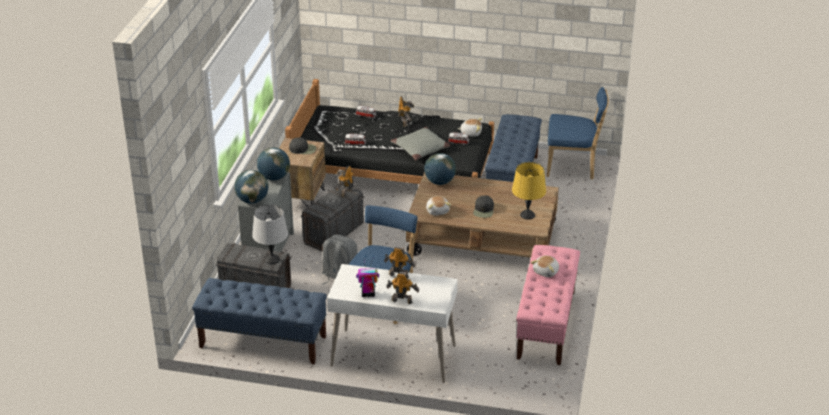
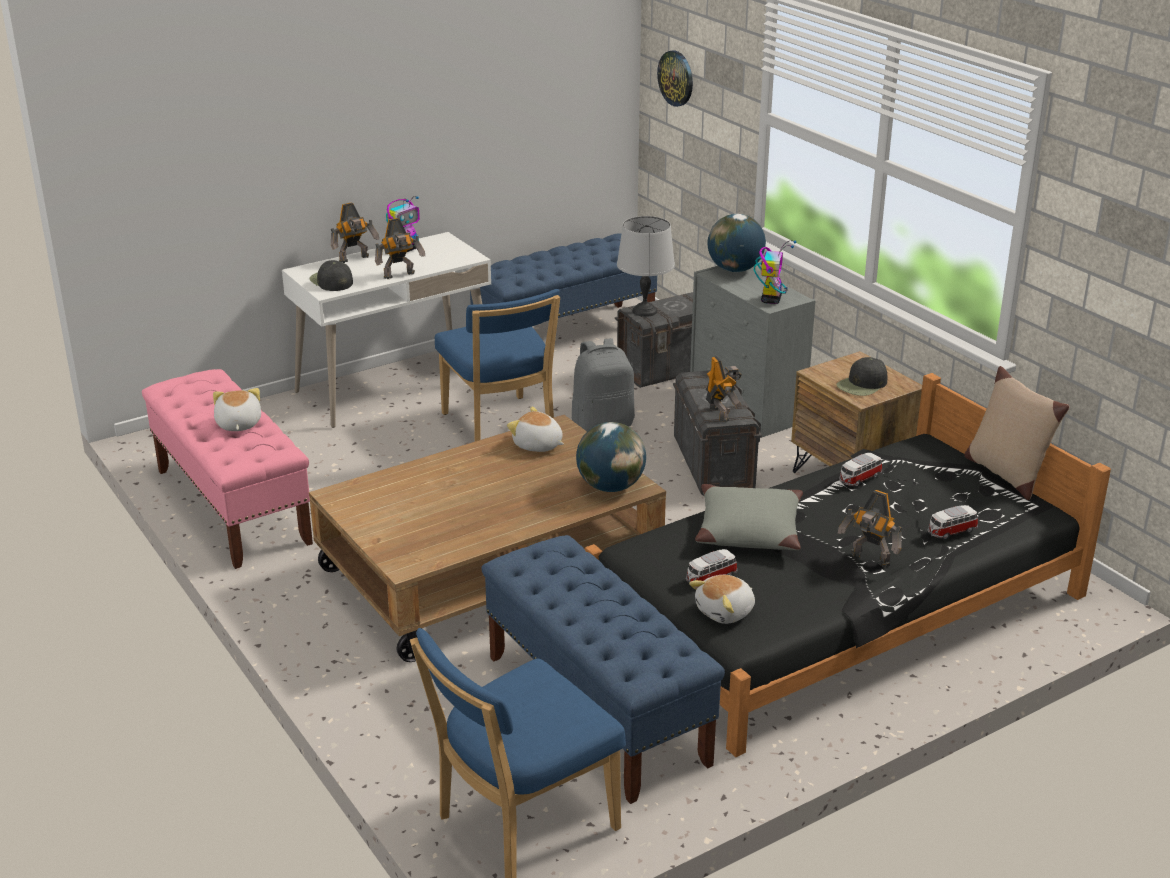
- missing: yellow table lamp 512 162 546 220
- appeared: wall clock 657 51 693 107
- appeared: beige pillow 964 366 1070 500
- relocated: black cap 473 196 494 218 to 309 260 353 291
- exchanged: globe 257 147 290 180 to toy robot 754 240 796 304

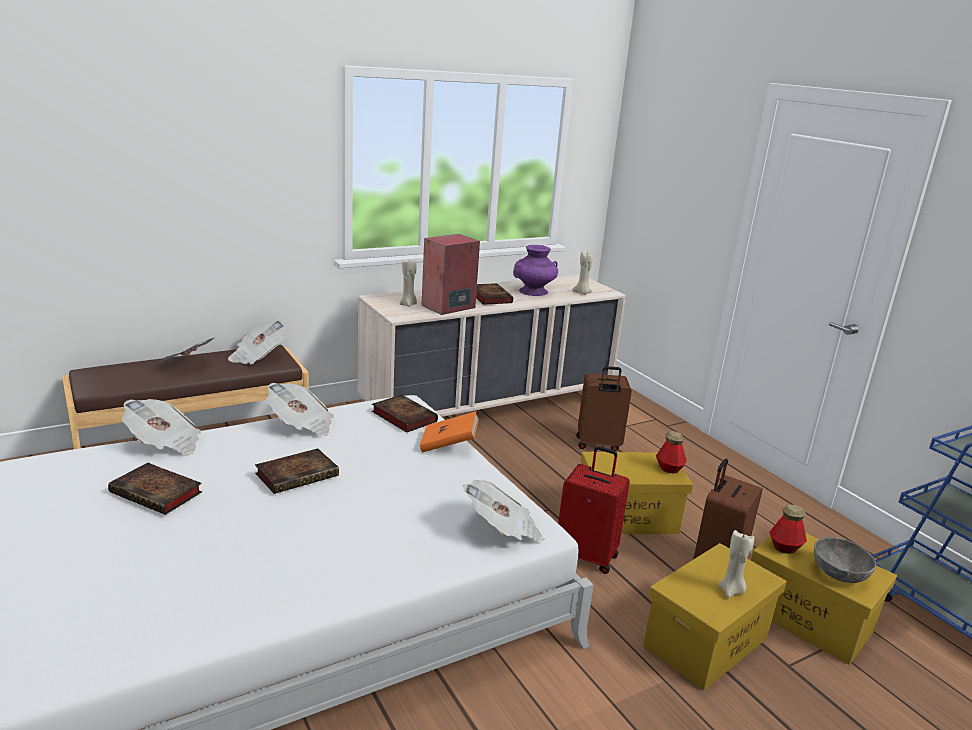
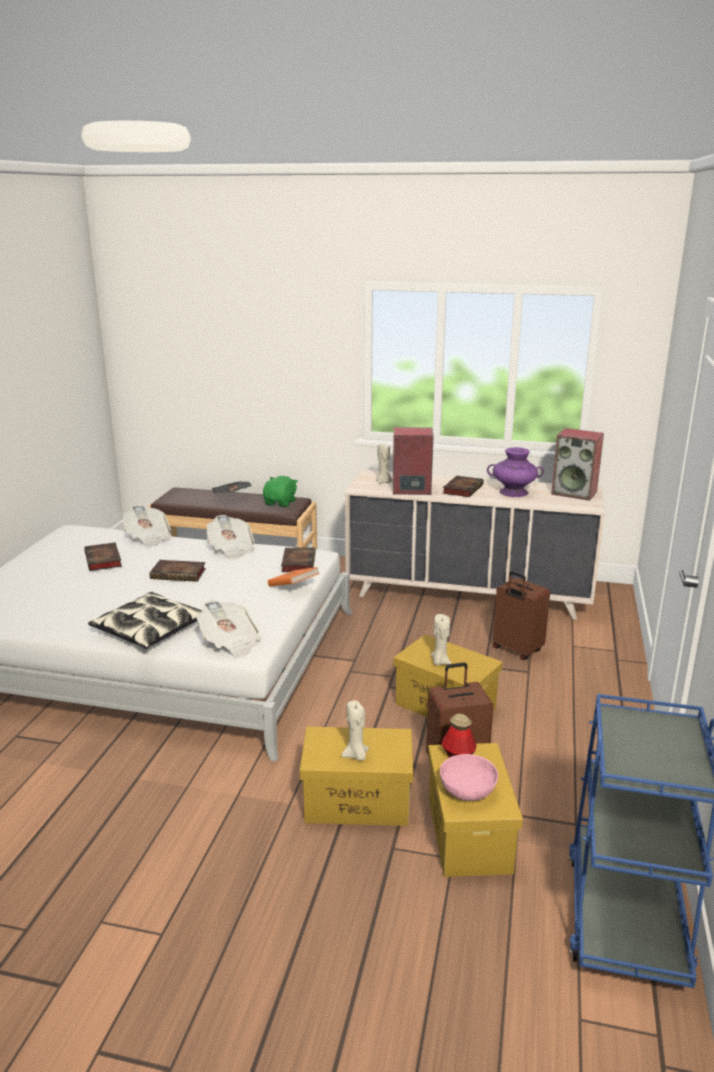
- missing: red suitcase 558 446 630 574
- missing: bottle 656 431 687 474
- appeared: pillow 88 592 202 649
- appeared: speaker 551 428 604 501
- relocated: beige candle 572 251 593 294 to 431 614 451 666
- exchanged: newspaper 228 320 287 365 to green plush toy 263 476 298 507
- colour: grey bowl 814 537 876 583 to pink bowl 440 754 499 801

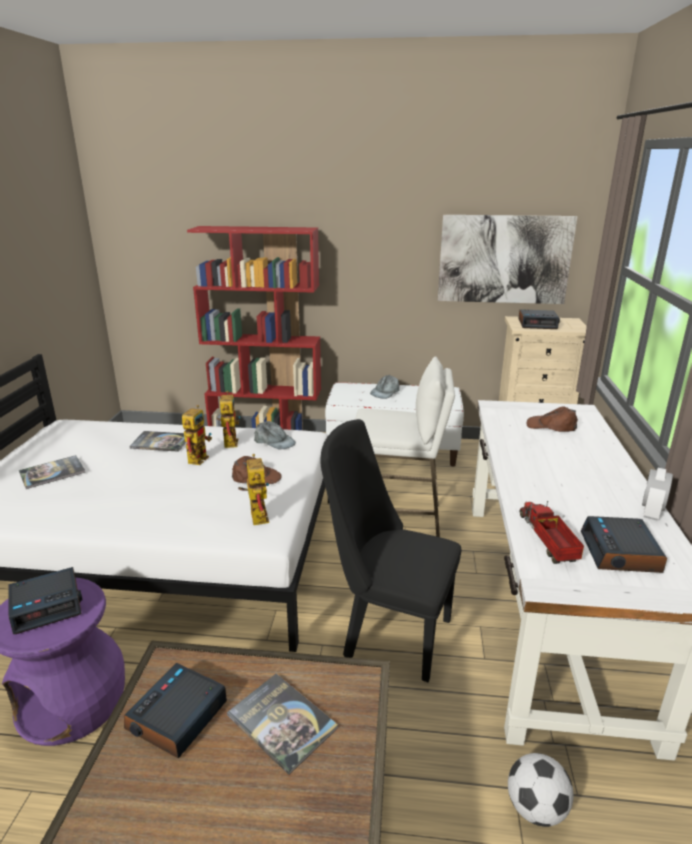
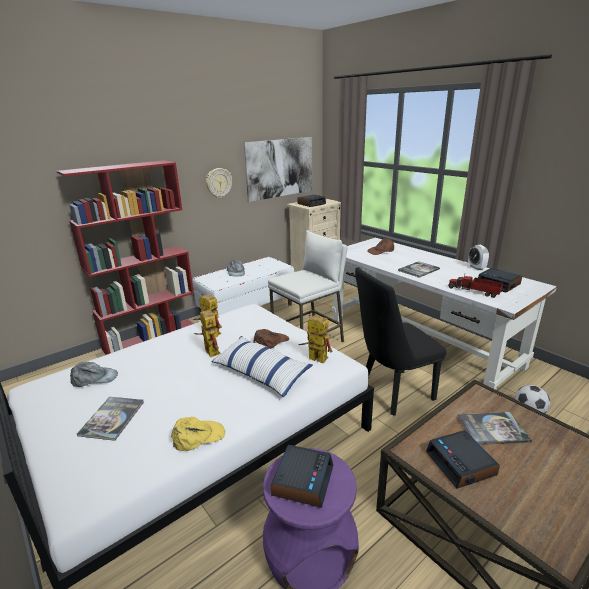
- appeared: yellow cap 171 417 225 451
- appeared: wall clock 206 168 232 198
- appeared: pillow 211 336 313 397
- relocated: book 129 431 186 452 to 398 261 440 278
- relocated: grey cap 254 421 296 450 to 70 362 118 387

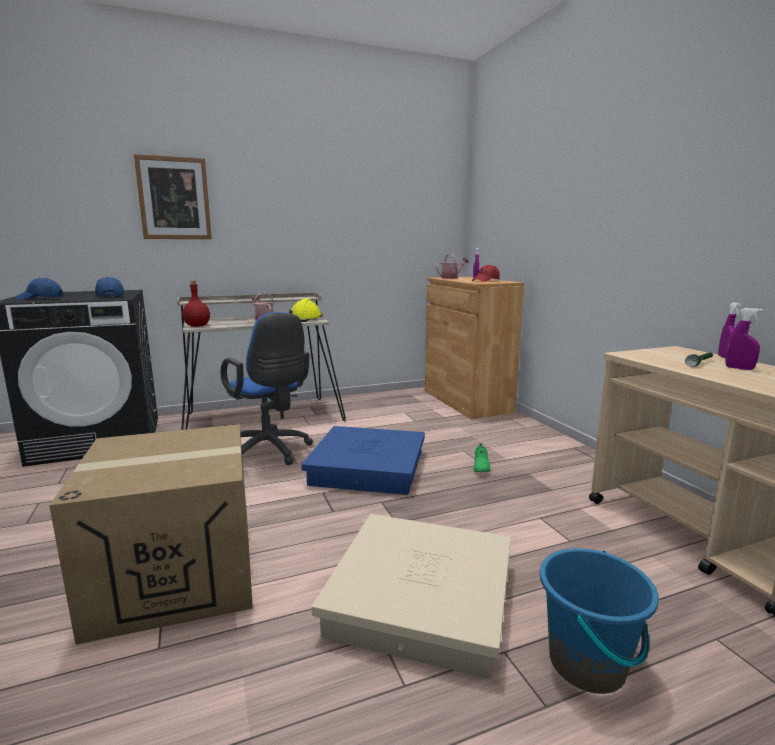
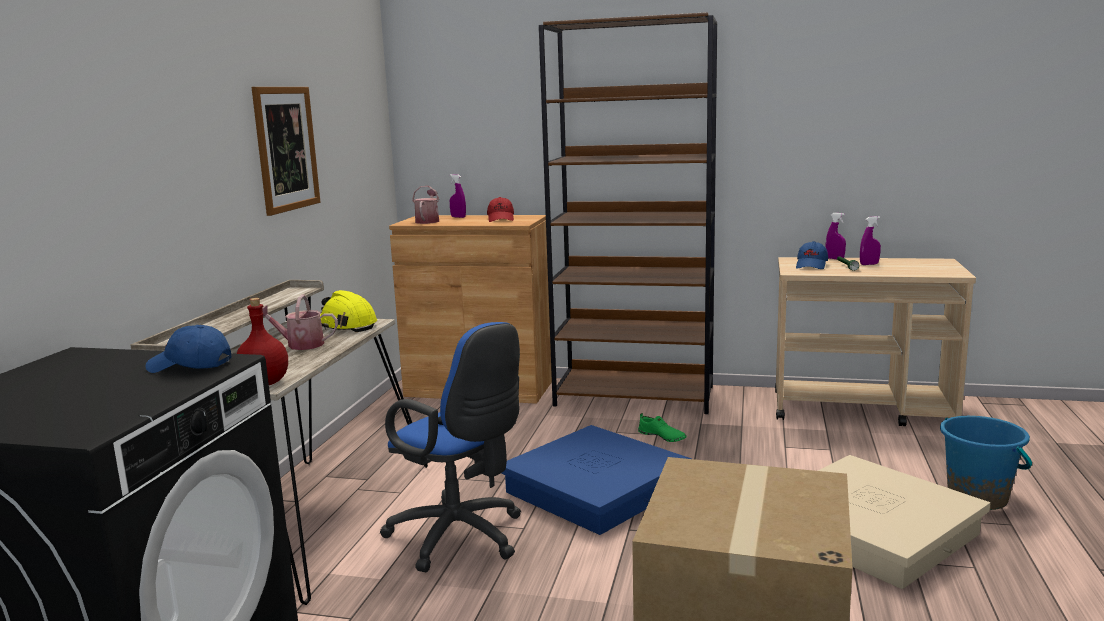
- appeared: brown bookcase 539 12 717 414
- relocated: blue cap 15 278 63 300 to 796 241 828 269
- relocated: picture 134 154 212 239 to 252 87 320 216
- spun: blue office chair 220 312 313 465 = 380 322 521 572 45 degrees clockwise

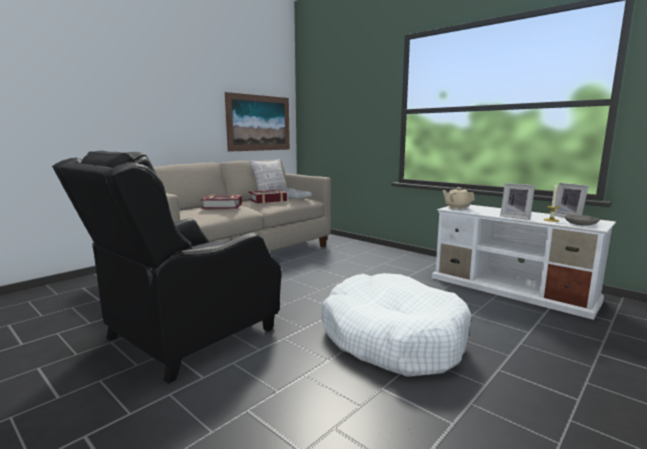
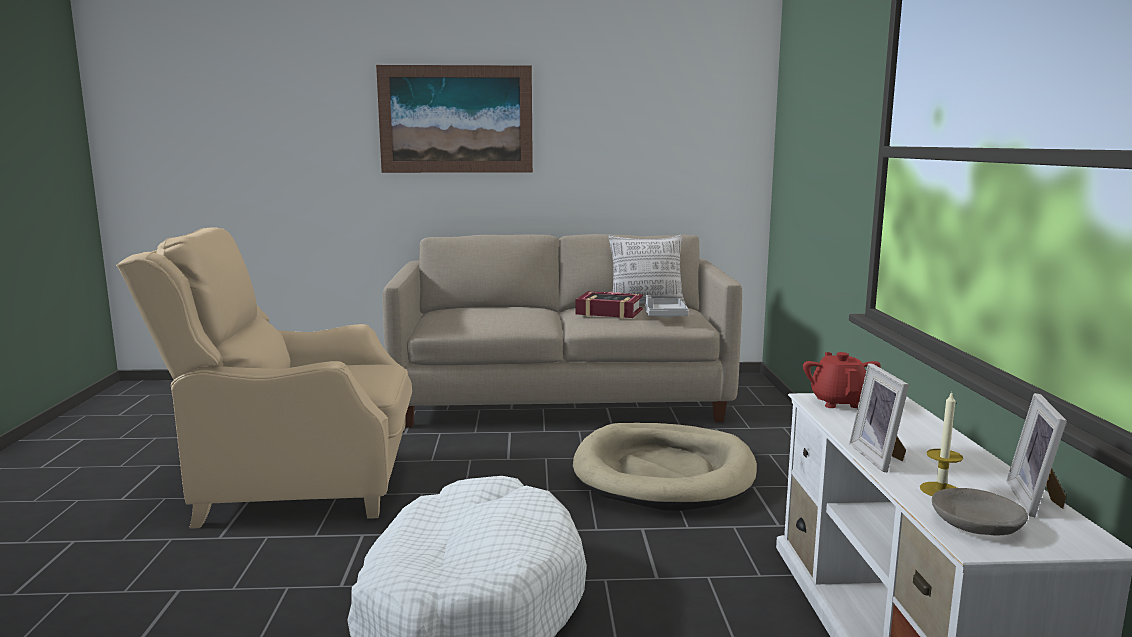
- missing: book 200 195 242 209
- appeared: beige dog bed 573 423 757 511
- relocated: picture 225 92 290 152 to 376 65 533 173
- colour: black armchair 52 151 281 384 to beige armchair 116 227 412 529
- colour: beige teapot 442 187 475 210 to red teapot 803 352 881 408

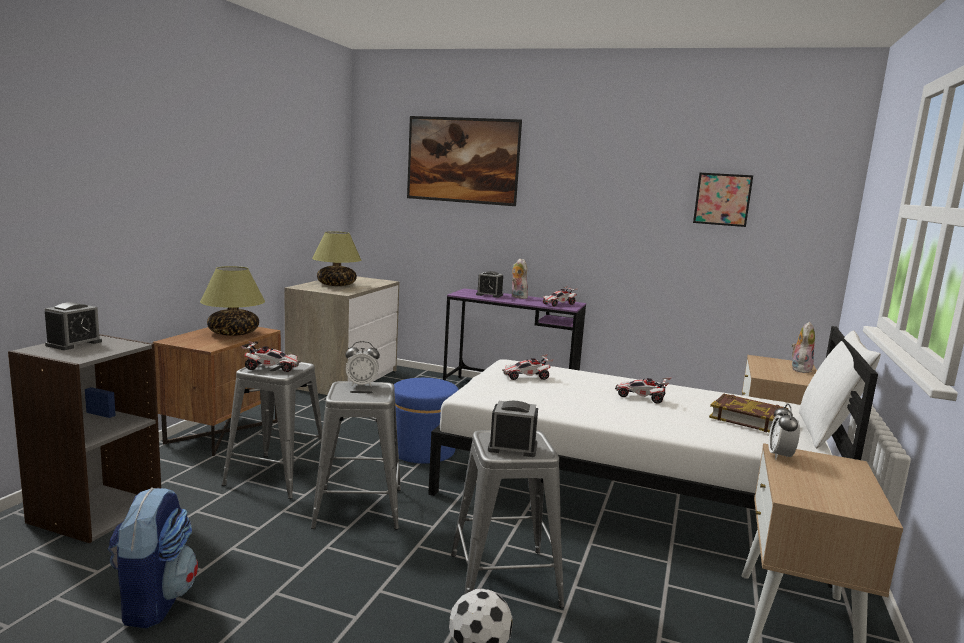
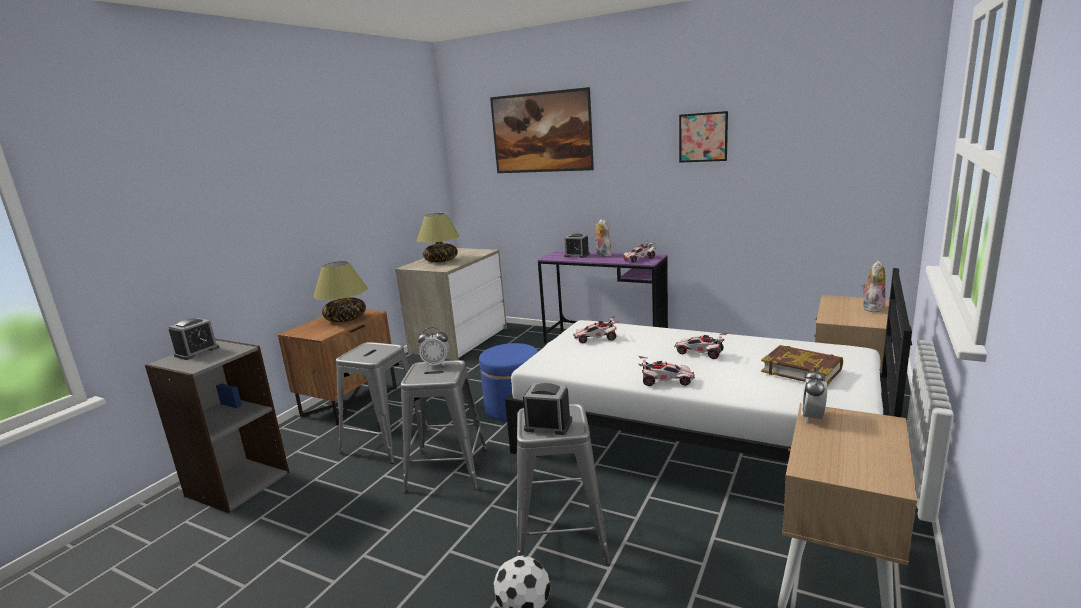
- missing: backpack 107 487 198 628
- missing: white pillow 799 330 881 448
- relocated: toy car 241 341 301 372 to 639 356 695 386
- relocated: picture 693 173 753 227 to 679 111 728 163

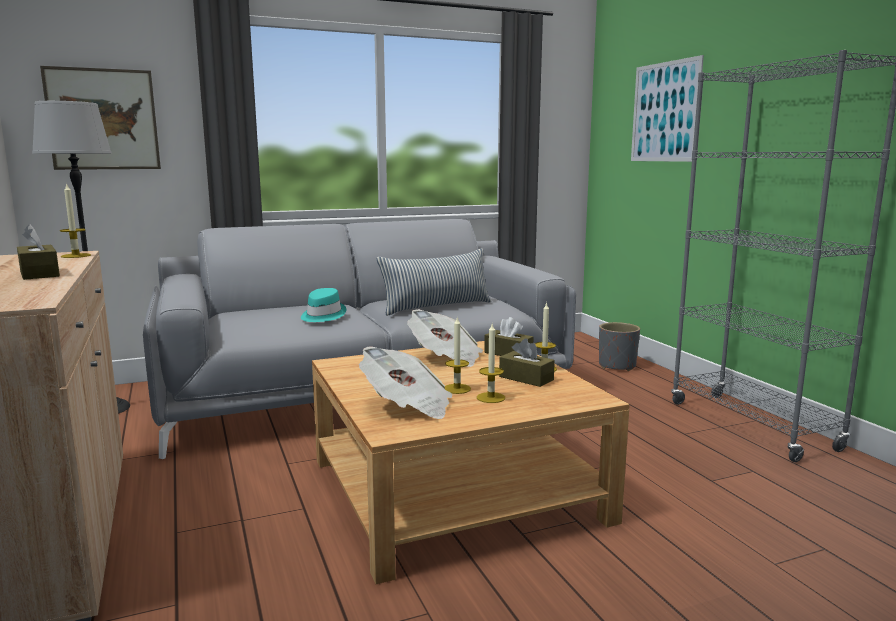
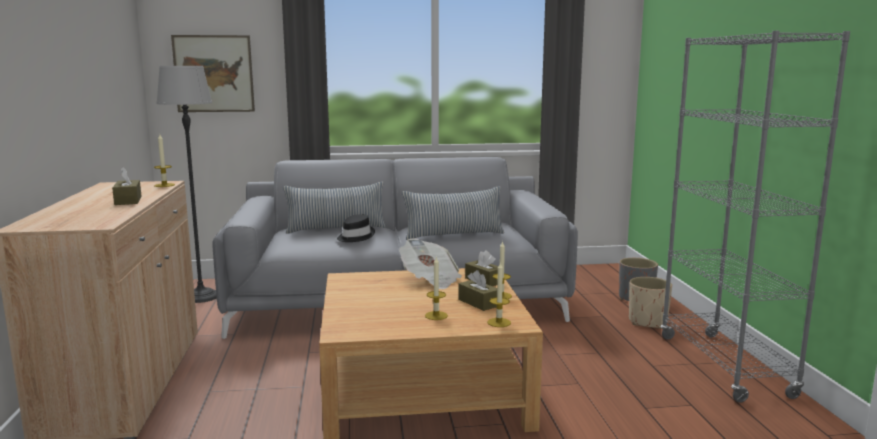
- missing: newspaper 359 346 452 419
- missing: picture 631 55 704 162
- appeared: pillow 283 182 386 234
- appeared: beige planter 629 277 672 329
- relocated: candle 445 316 471 394 to 487 261 511 327
- colour: turquoise hat 301 288 346 322 to black hat 337 214 375 242

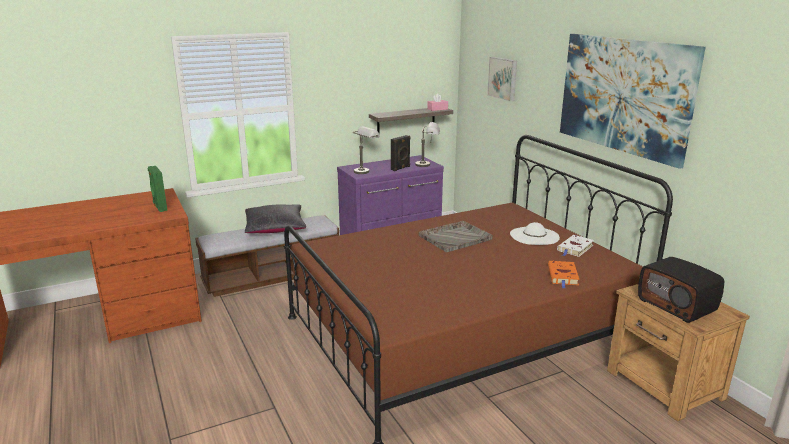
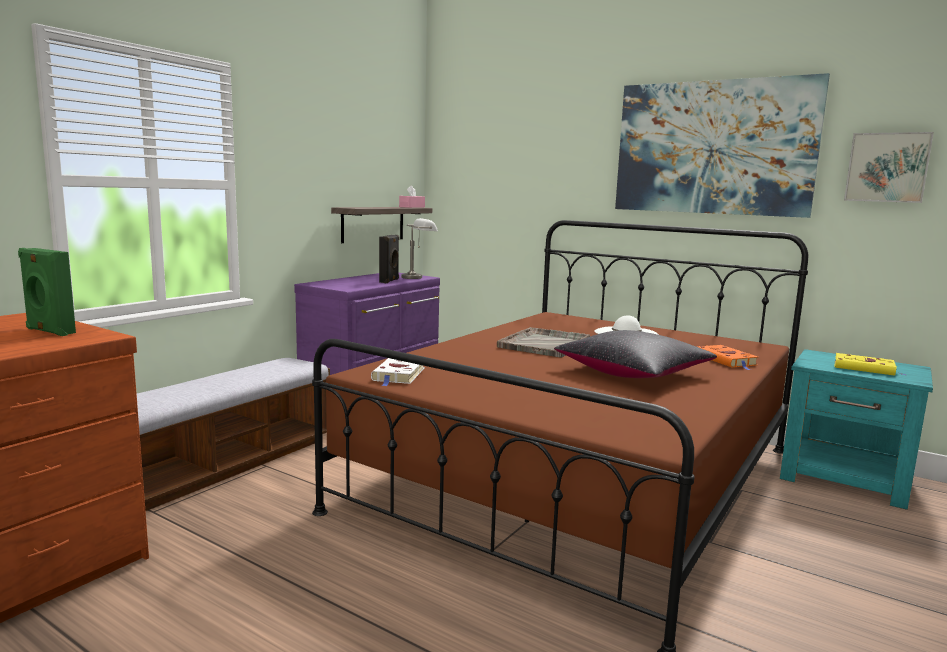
- missing: grey table lamp 352 126 380 174
- relocated: black pillow 245 204 306 233 to 554 330 717 378
- relocated: picture 487 57 517 101 to 844 132 934 203
- relocated: white book 557 235 594 257 to 371 358 425 386
- exchanged: radio 638 257 724 323 to yellow book 834 353 906 376
- colour: brown nightstand 607 284 750 421 to turquoise nightstand 780 349 933 510

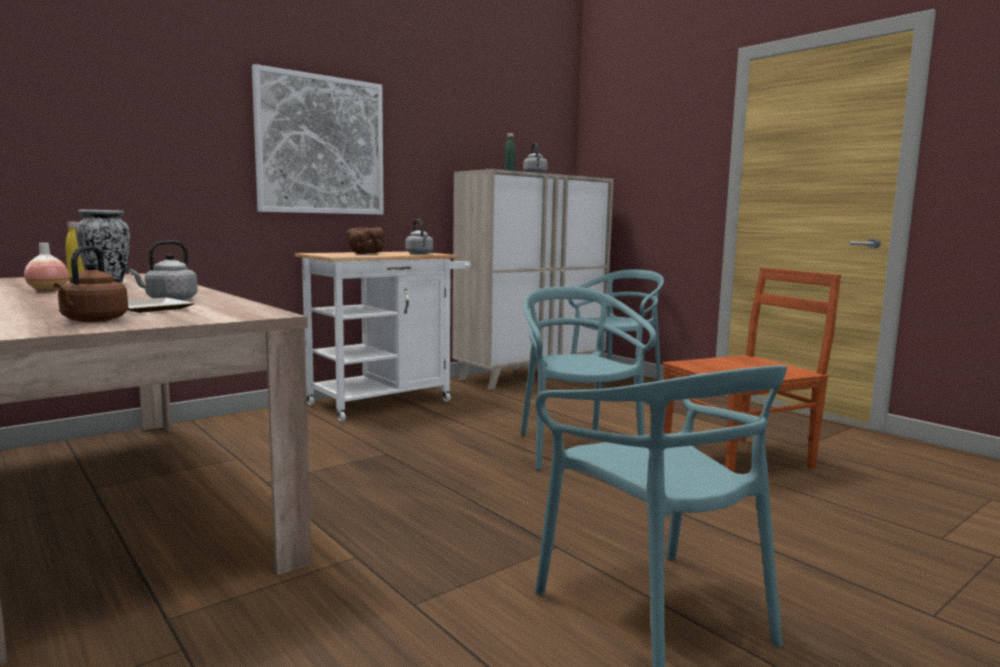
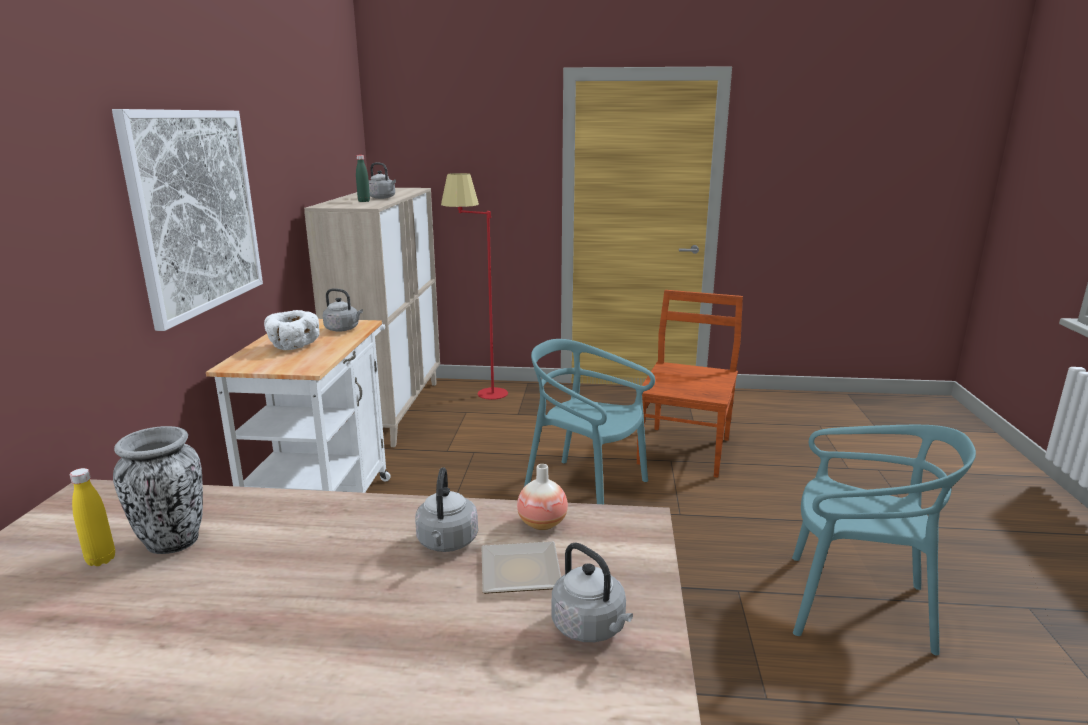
- relocated: vase 24 243 69 291 to 517 464 568 530
- exchanged: turquoise chair 567 269 664 385 to red floor lamp 441 173 508 400
- colour: brown kettle 53 246 128 322 to grey kettle 552 543 633 642
- colour: brown bowl 346 227 385 254 to white bowl 264 310 320 350

